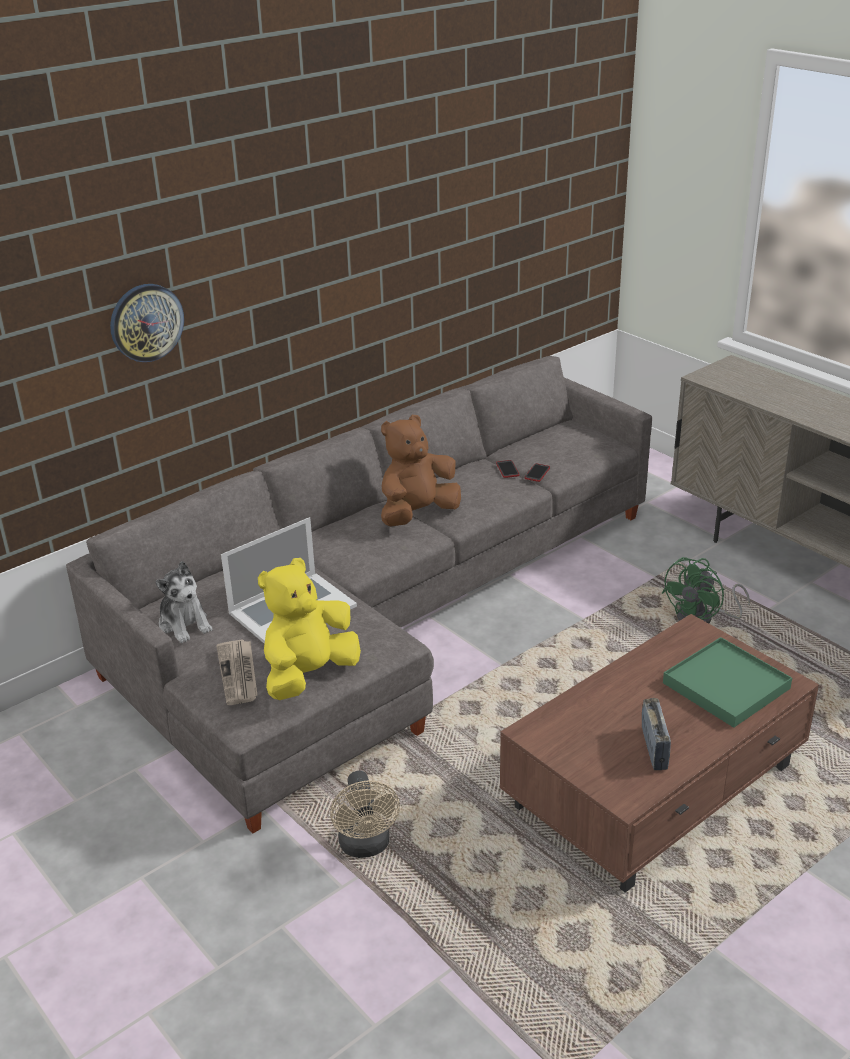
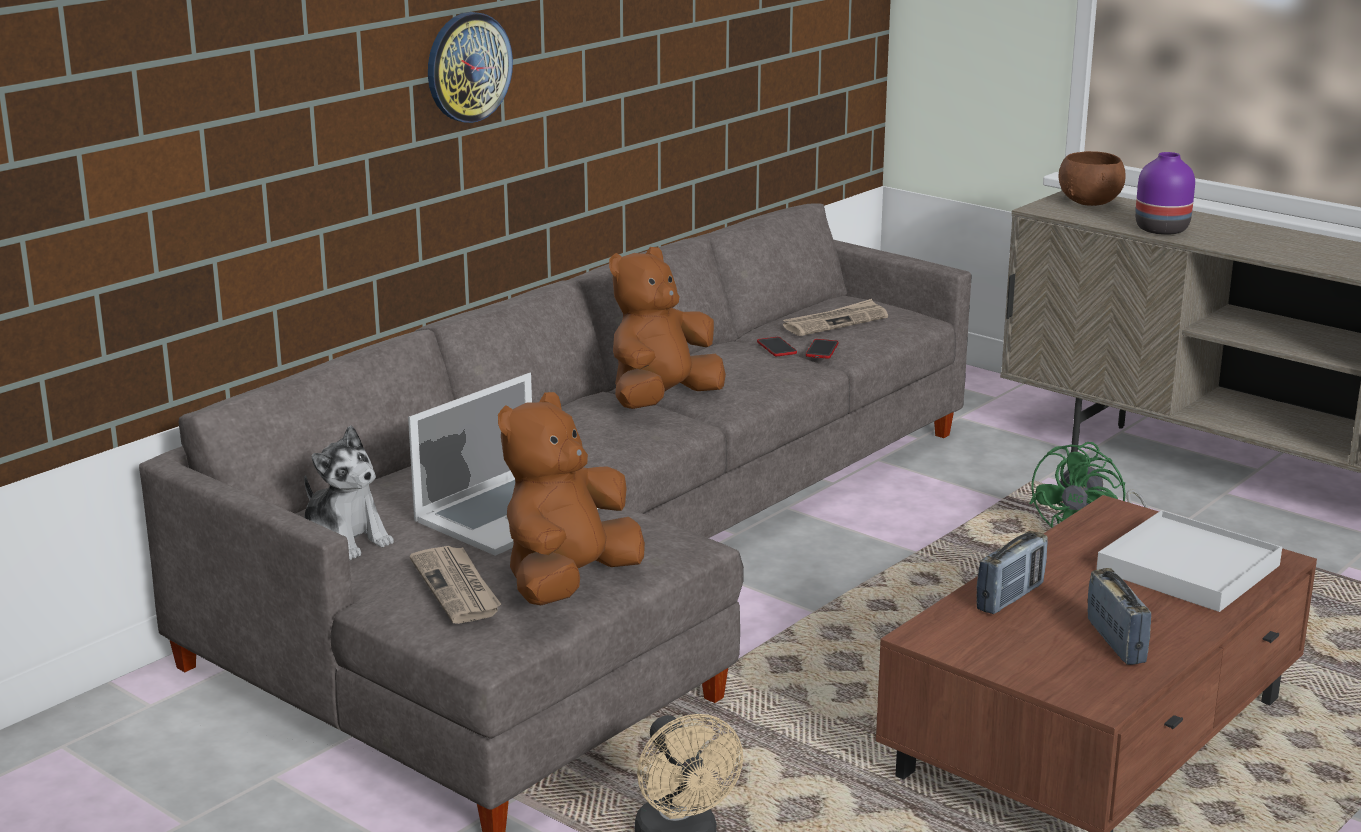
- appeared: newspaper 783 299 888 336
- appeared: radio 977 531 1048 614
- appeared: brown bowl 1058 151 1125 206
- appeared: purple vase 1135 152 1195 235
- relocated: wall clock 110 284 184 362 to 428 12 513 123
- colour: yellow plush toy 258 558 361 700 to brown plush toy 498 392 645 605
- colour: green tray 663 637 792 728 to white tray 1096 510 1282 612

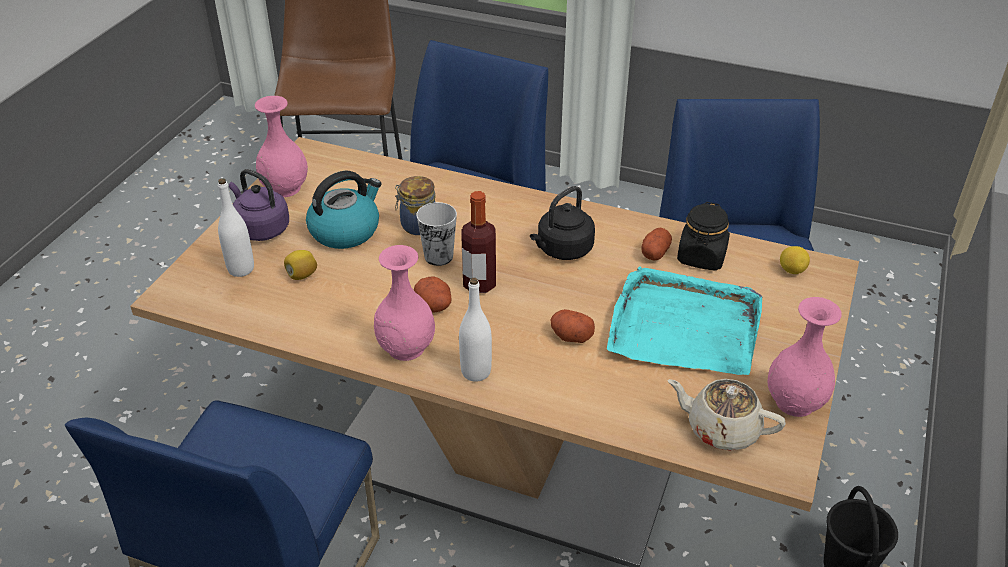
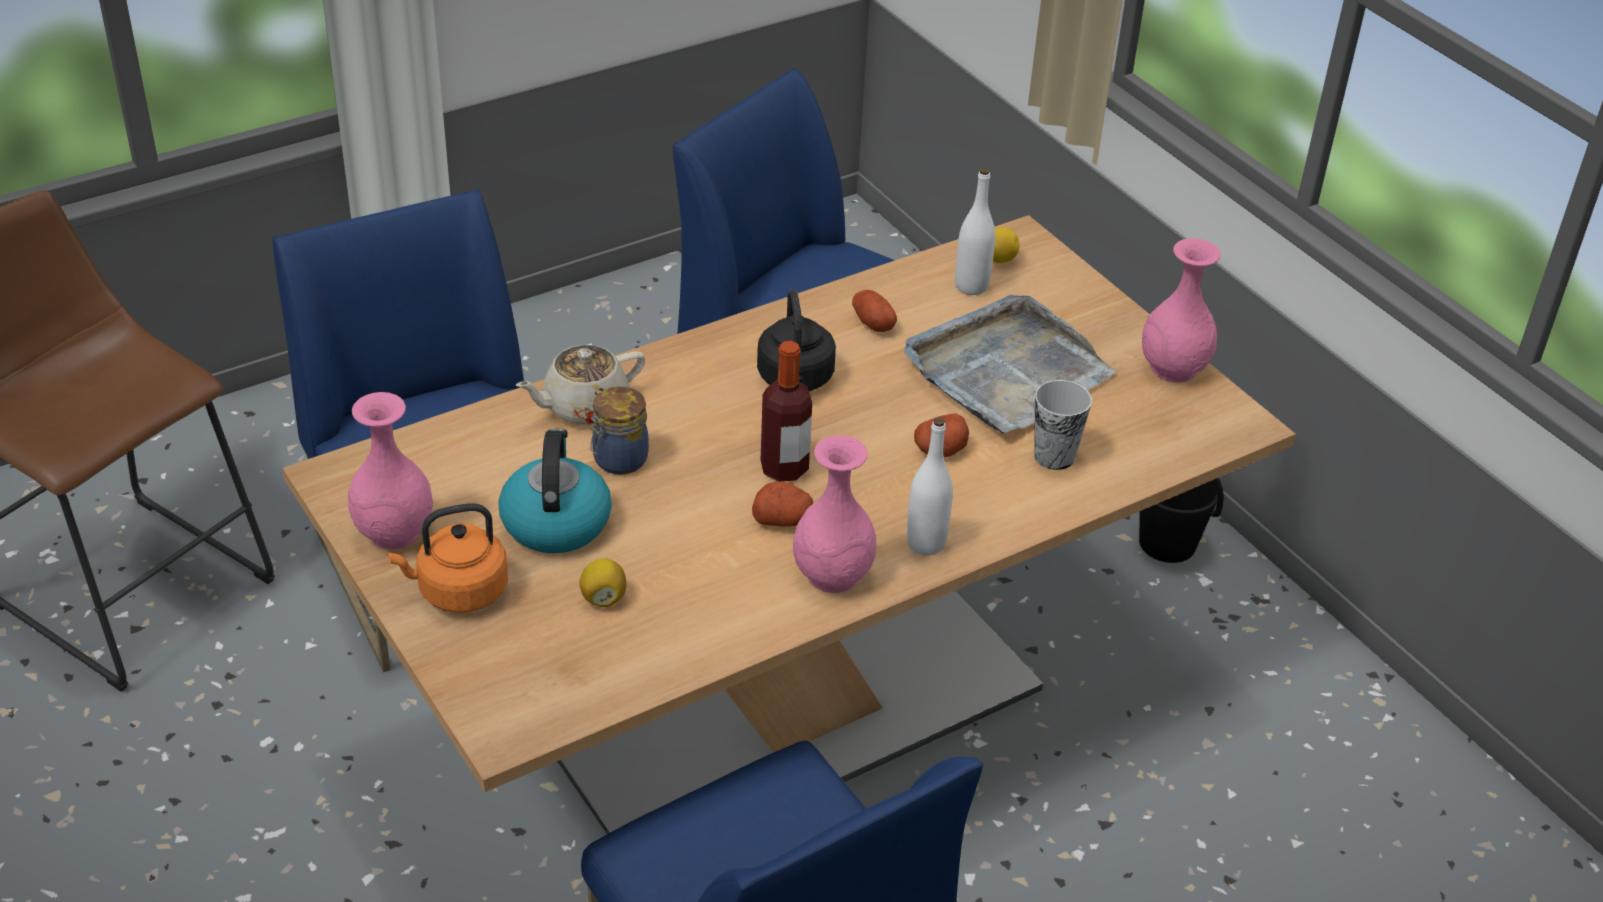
- missing: black jar 677 202 730 270
- relocated: white bottle 218 178 254 277 to 955 168 995 295
- relocated: cup 417 202 457 266 to 1034 380 1092 470
- relocated: beige teapot 667 379 786 451 to 516 344 645 425
- colour: purple kettle 229 169 289 241 to orange kettle 387 503 508 613
- colour: turquoise tray 607 267 762 375 to grey tray 904 295 1116 434

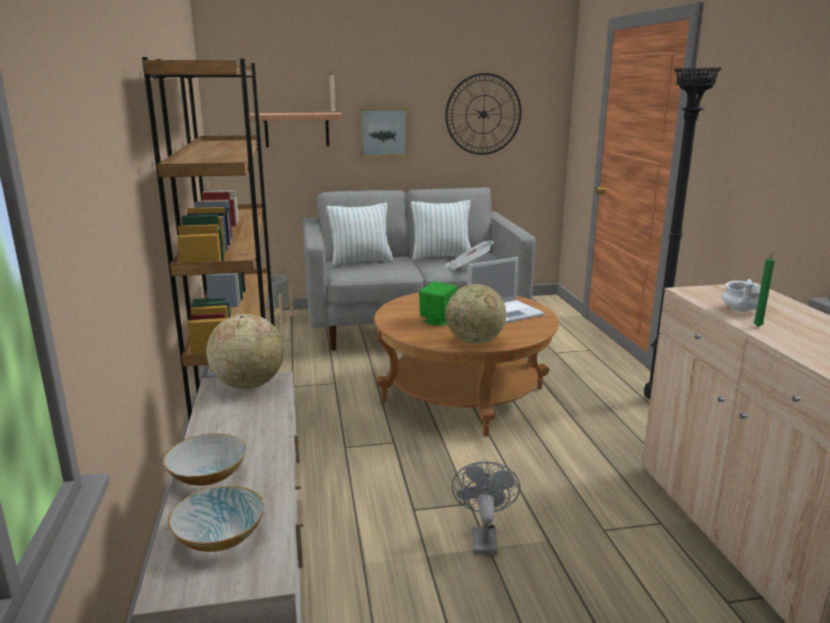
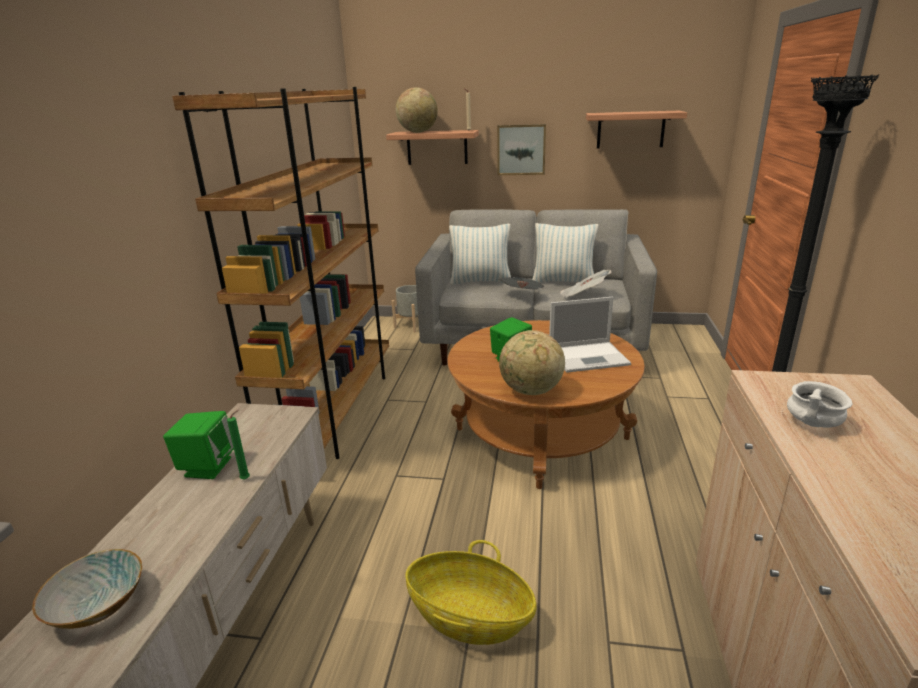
- missing: bowl 163 433 247 486
- appeared: green speaker 163 411 234 479
- appeared: newspaper 498 277 545 290
- relocated: globe 206 314 284 389 to 396 87 438 133
- relocated: green candle 753 250 776 327 to 227 410 250 480
- exchanged: wall clock 445 73 522 155 to shelf 586 111 687 148
- exchanged: grey fan 451 461 520 555 to basket 405 540 537 645

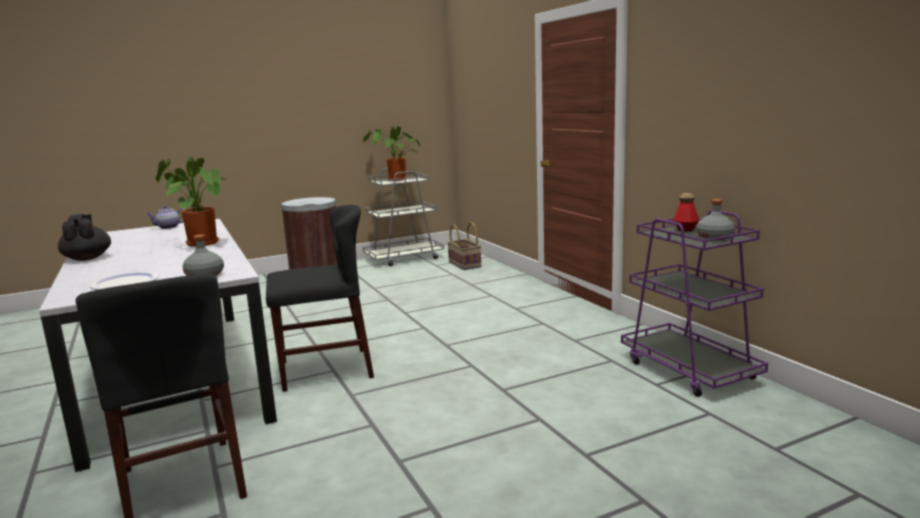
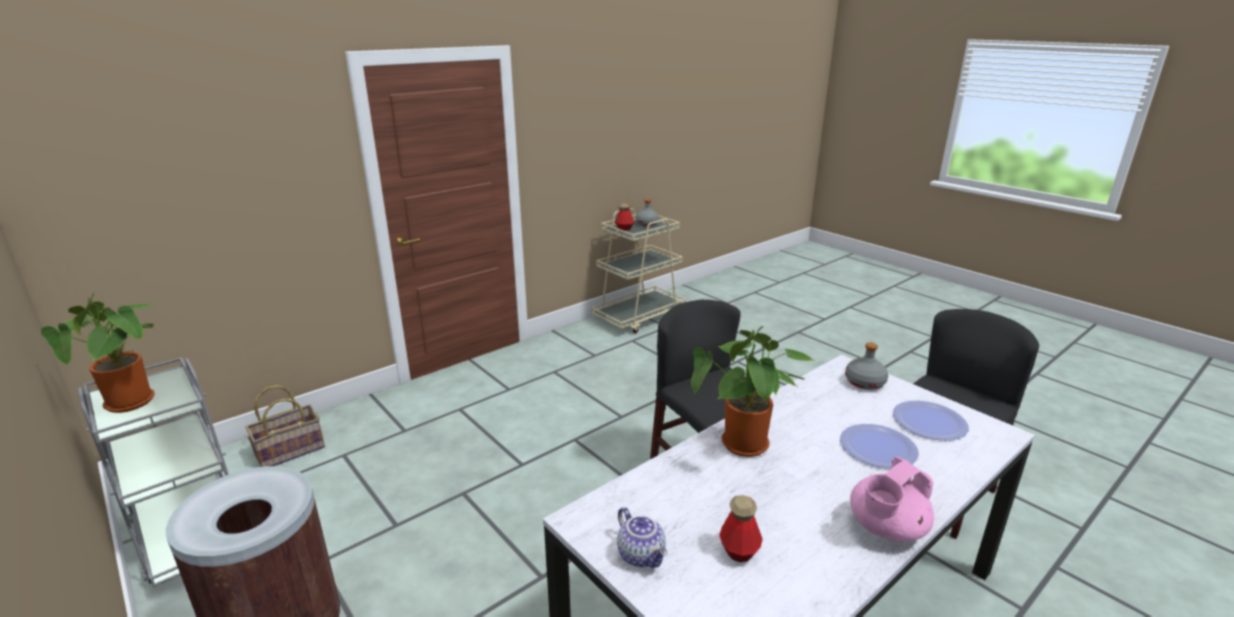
- appeared: bottle 719 495 763 562
- appeared: plate 840 424 919 469
- colour: black teapot 58 214 111 261 to pink teapot 850 457 934 542
- colour: purple cart 621 210 768 397 to beige cart 591 208 686 333

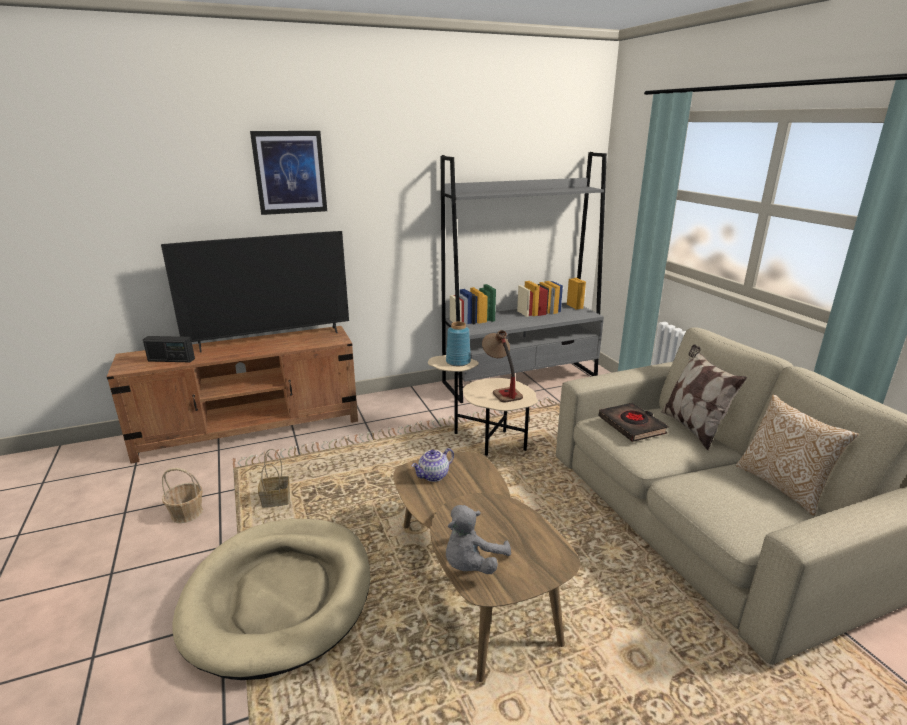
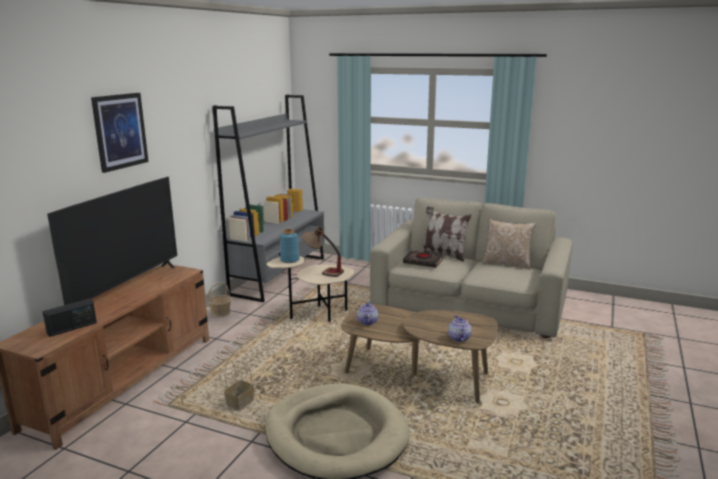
- relocated: basket 162 468 203 523 to 208 282 232 317
- exchanged: grey plush toy 446 505 511 574 to teapot 448 315 472 342

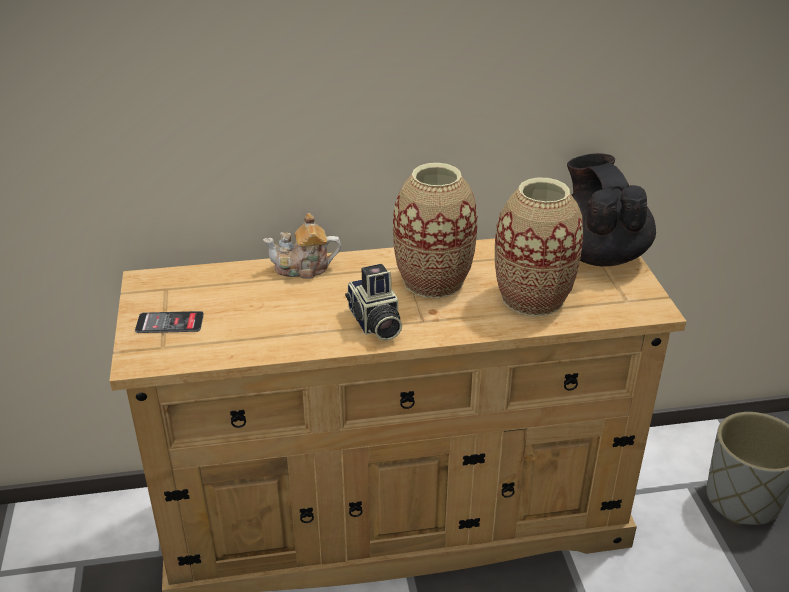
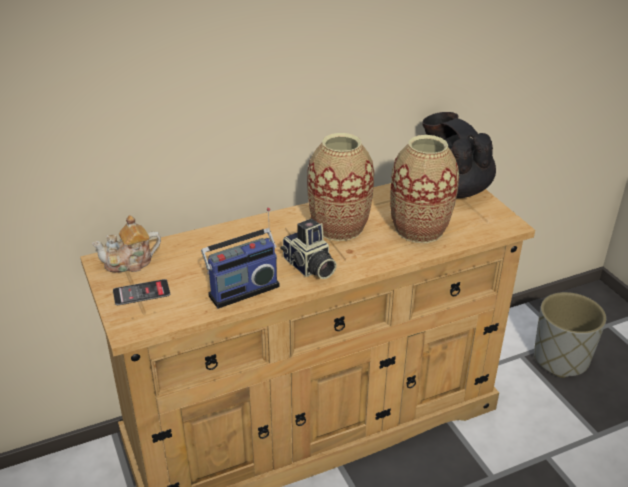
- appeared: radio 201 208 280 309
- relocated: teapot 263 213 341 279 to 92 215 161 272

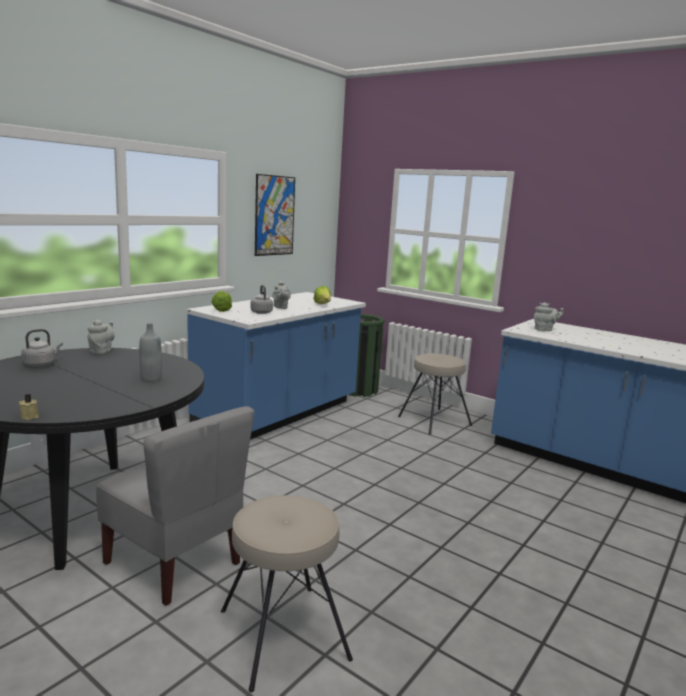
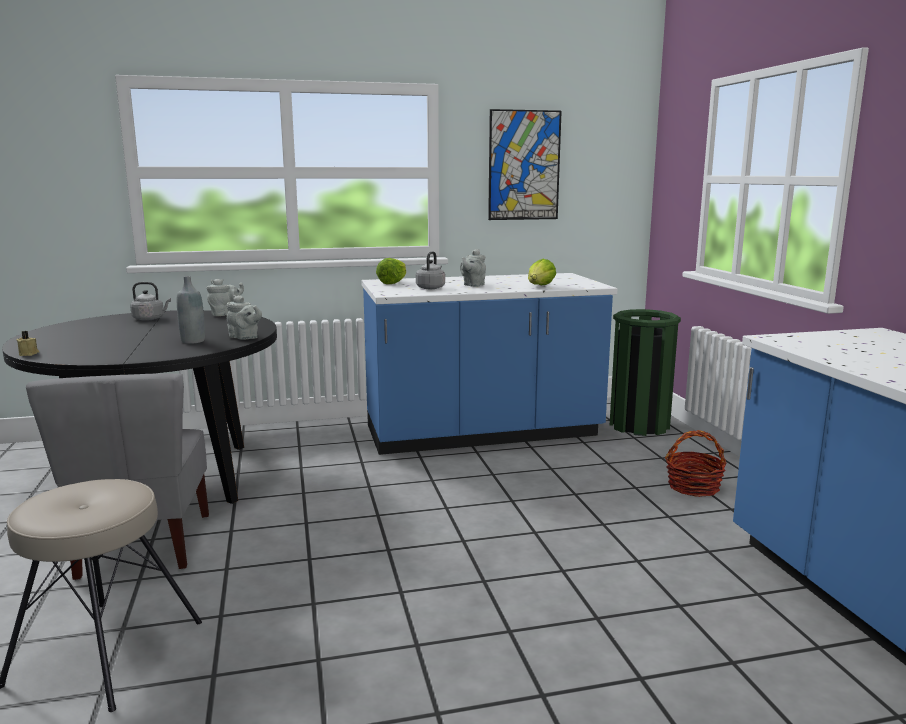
- relocated: grey teapot 534 303 564 331 to 227 295 262 340
- exchanged: beige stool 398 353 472 435 to basket 665 430 727 497

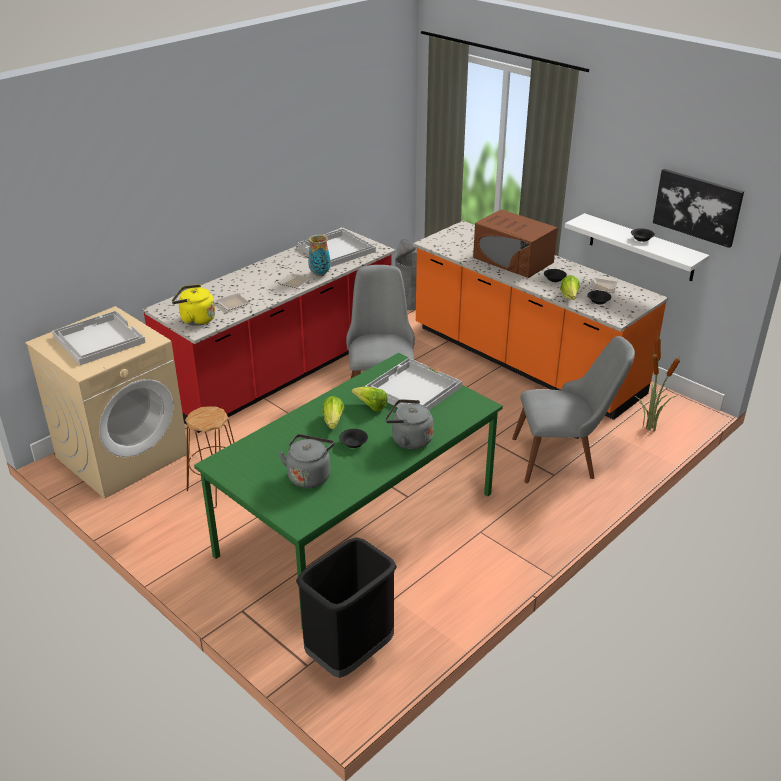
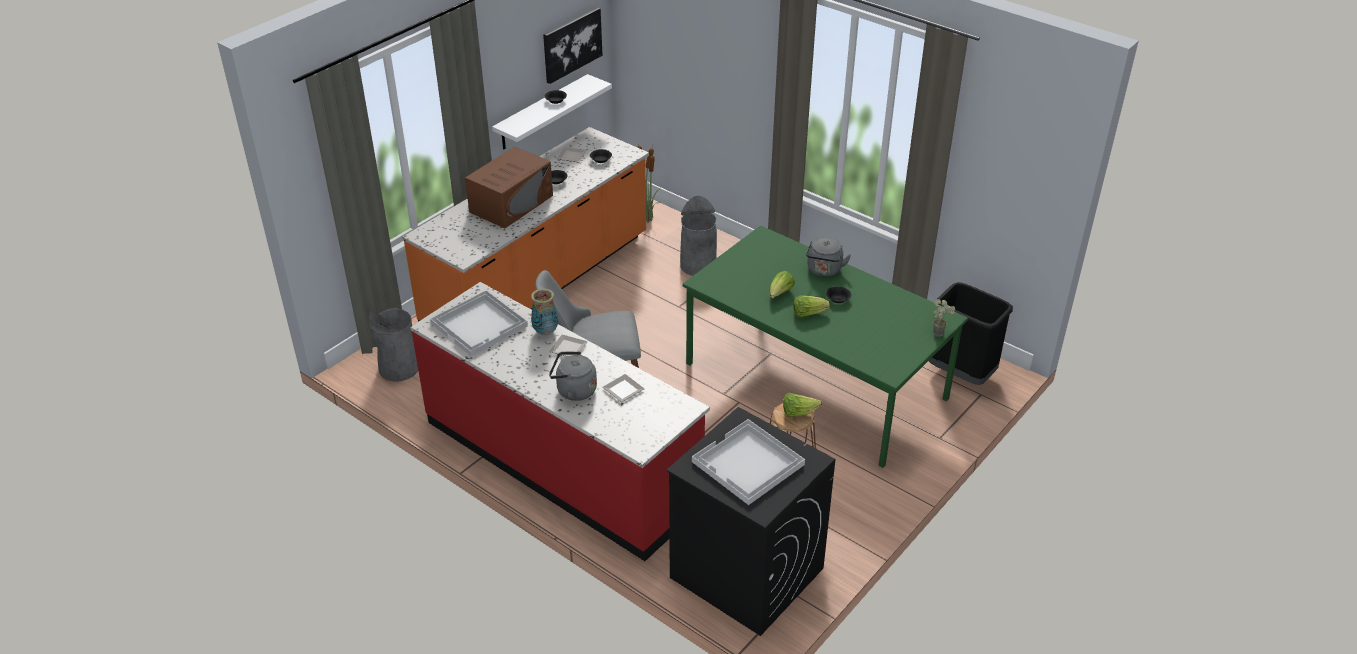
- missing: yellow kettle 172 284 215 326
- missing: white tray 365 358 462 410
- appeared: potted plant 933 299 955 337
- relocated: grey kettle 278 434 335 488 to 549 351 597 401
- relocated: lettuce 560 275 580 300 to 783 393 822 417
- exchanged: grey chair 512 336 635 483 to grey trash can 680 196 717 276
- colour: beige washing machine 25 306 187 499 to black washing machine 666 407 835 636

